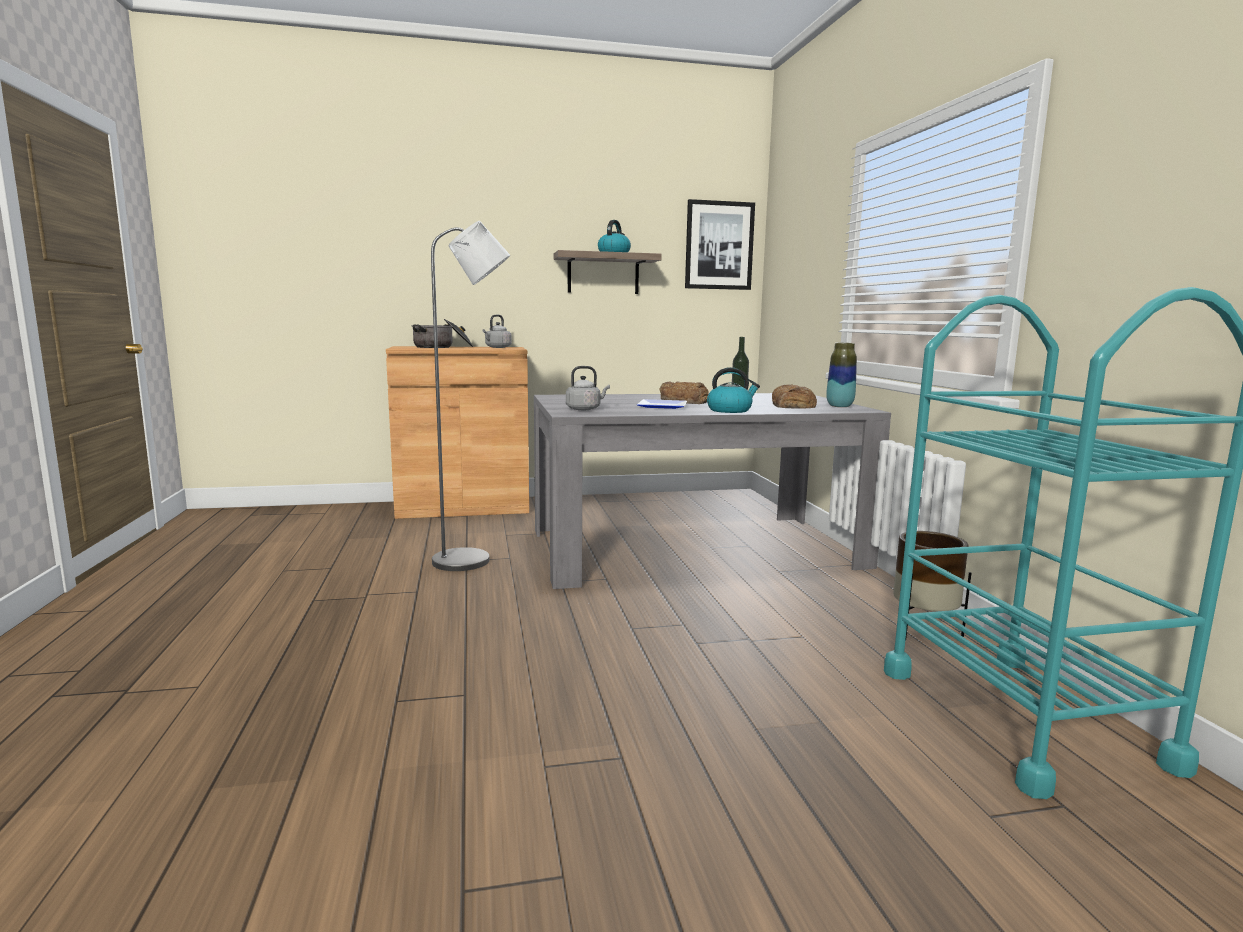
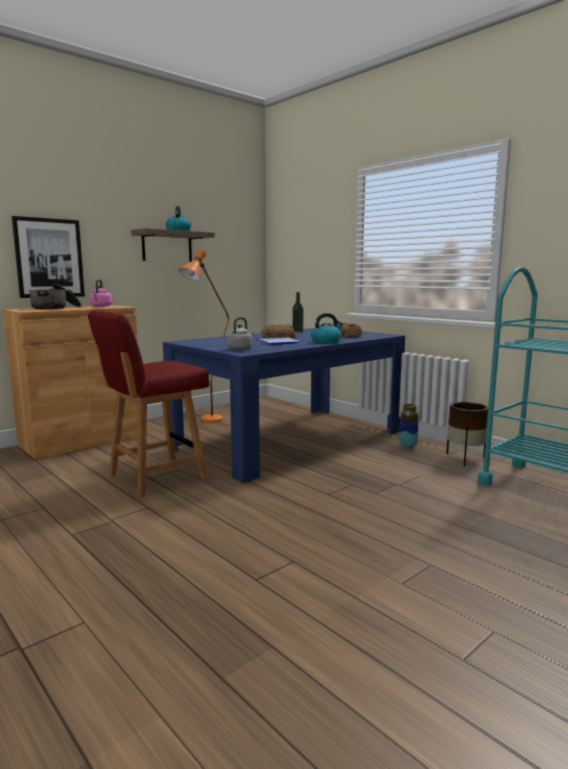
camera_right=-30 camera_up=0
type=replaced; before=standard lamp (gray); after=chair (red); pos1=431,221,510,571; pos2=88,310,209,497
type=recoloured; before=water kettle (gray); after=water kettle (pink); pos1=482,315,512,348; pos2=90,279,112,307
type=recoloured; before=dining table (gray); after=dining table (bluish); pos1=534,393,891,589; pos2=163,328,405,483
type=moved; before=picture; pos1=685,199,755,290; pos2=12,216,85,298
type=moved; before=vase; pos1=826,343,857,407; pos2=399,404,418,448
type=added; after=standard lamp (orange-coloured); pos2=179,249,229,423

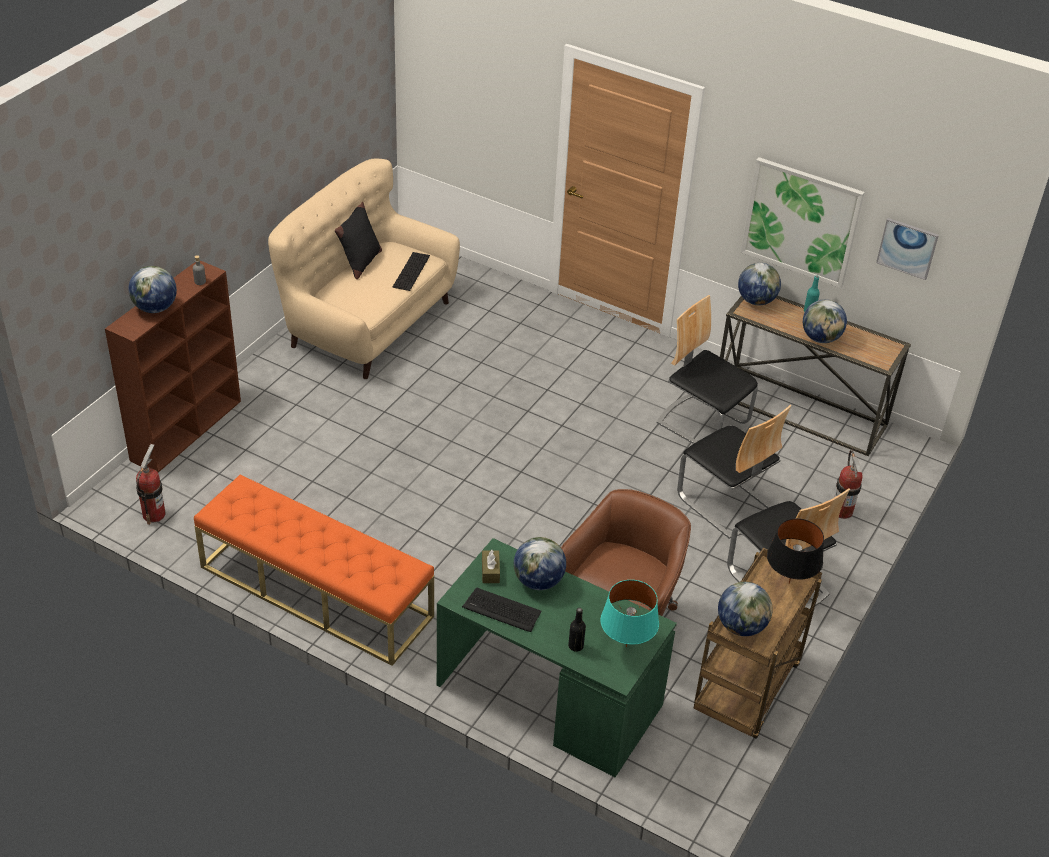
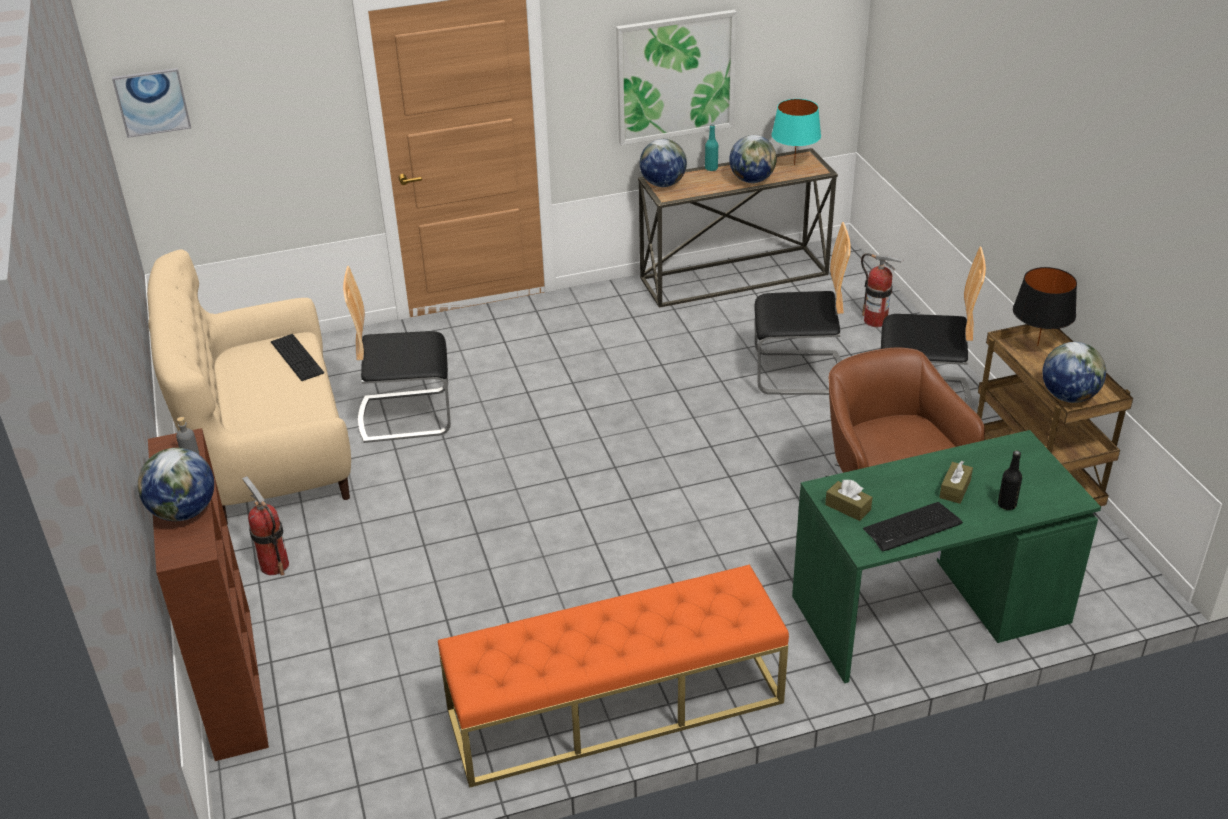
camera_right=-45 camera_up=-5
type=moved; before=fire extinguisher; pos1=136,444,165,525; pos2=242,476,289,575
type=removed; before=throw pillow (black); pos1=335,201,382,279
type=removed; before=desk globe; pos1=514,537,566,590
type=moved; before=lamp for a table (blue-green); pos1=600,580,659,647; pos2=772,99,821,165
type=moved; before=chair; pos1=657,295,758,444; pos2=343,266,451,443
type=moved; before=picture; pos1=876,218,939,280; pos2=112,68,191,138
type=added; after=tissue holder (brown-coloured); pos2=939,461,973,504

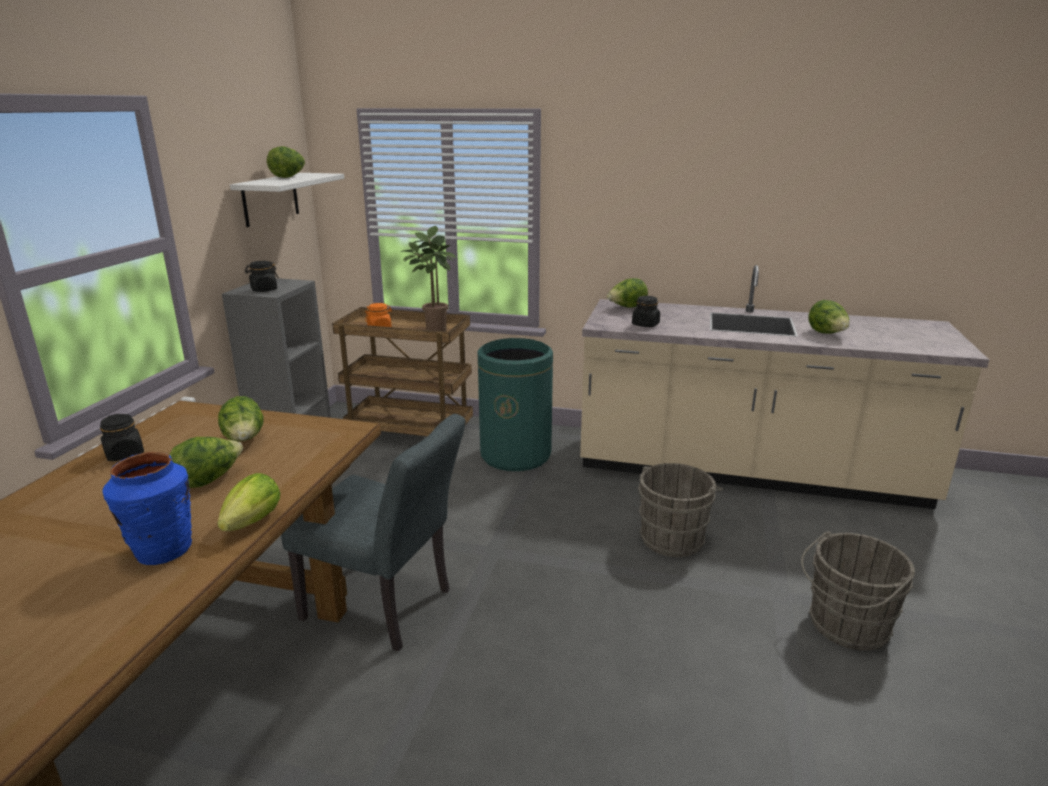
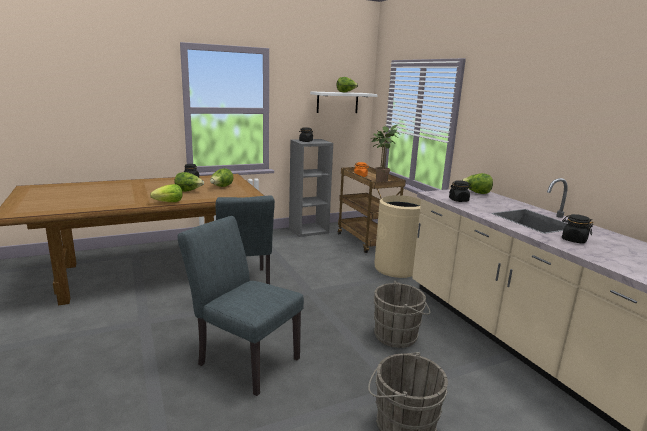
camera_right=50 camera_up=-5
type=removed; before=vase (bluish); pos1=103,452,192,565
type=recoloured; before=trash can (green); after=trash can (sand-coloured); pos1=478,338,553,471; pos2=374,195,422,278
type=replaced; before=lettuce; after=jar (black); pos1=808,300,849,334; pos2=562,214,594,244
type=added; after=chair (gray); pos2=178,216,304,396

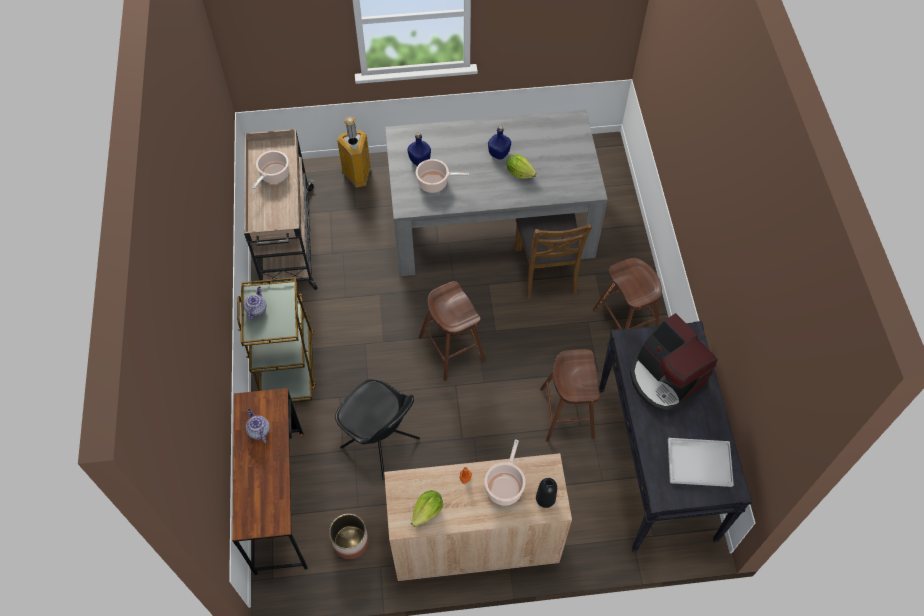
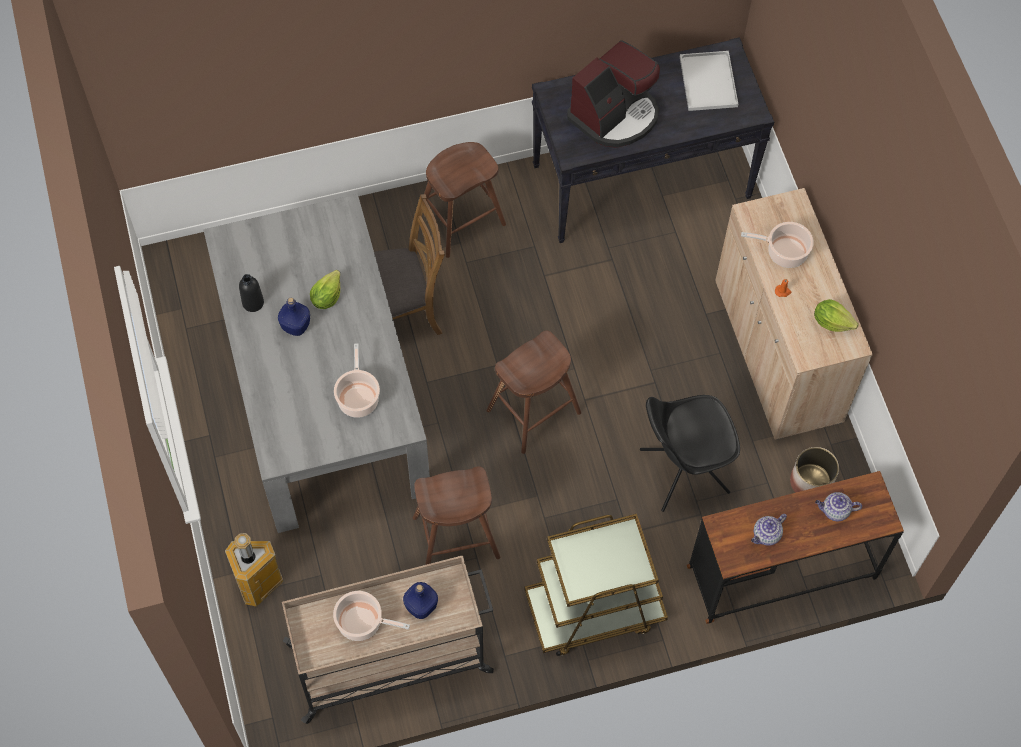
camera_right=-100 camera_up=5
type=moved; before=tea pot; pos1=244,287,266,321; pos2=815,492,862,521
type=turned; before=chair (black); pos1=335,379,420,480; pos2=640,395,740,512; turn=-135
type=moved; before=beverage bottle (bluish); pos1=408,133,431,166; pos2=403,582,438,619
type=moved; before=beverage bottle (black); pos1=536,478,557,508; pos2=239,274,264,312
type=moved; before=stool seat (brown-coloured); pos1=540,349,600,442; pos2=413,466,500,565

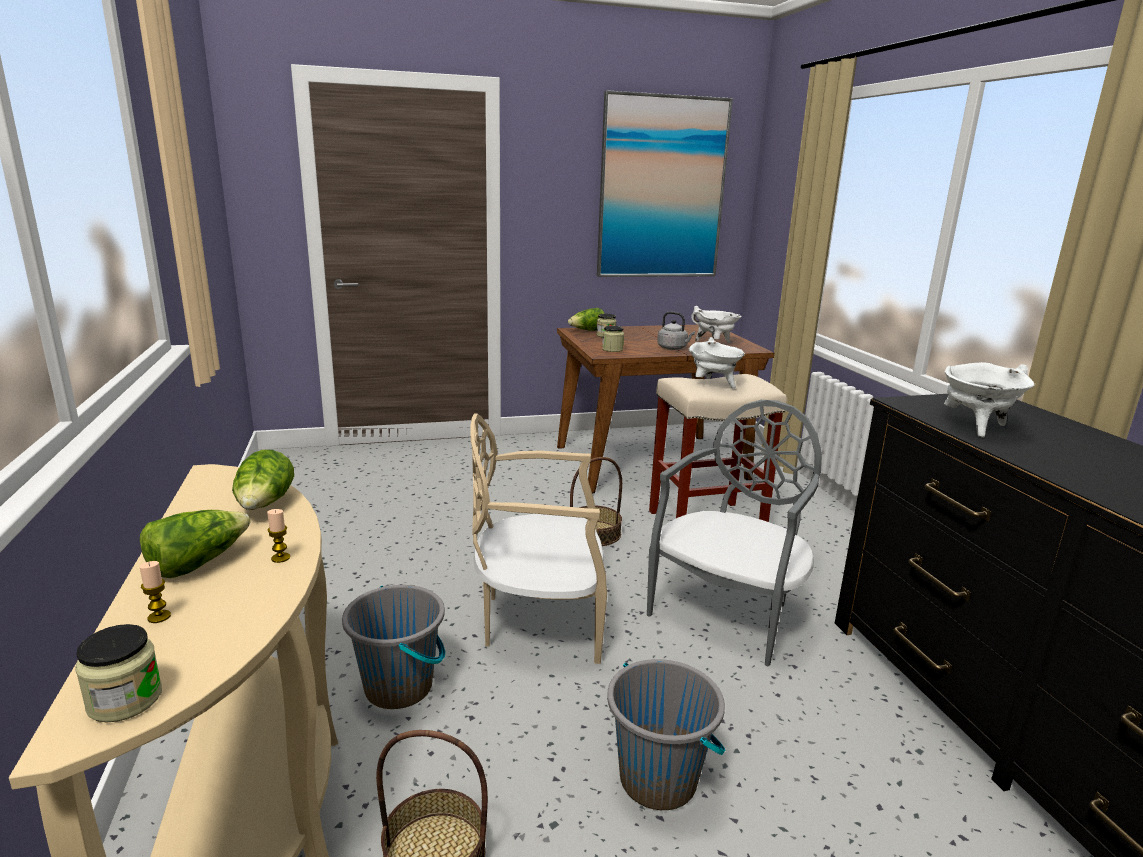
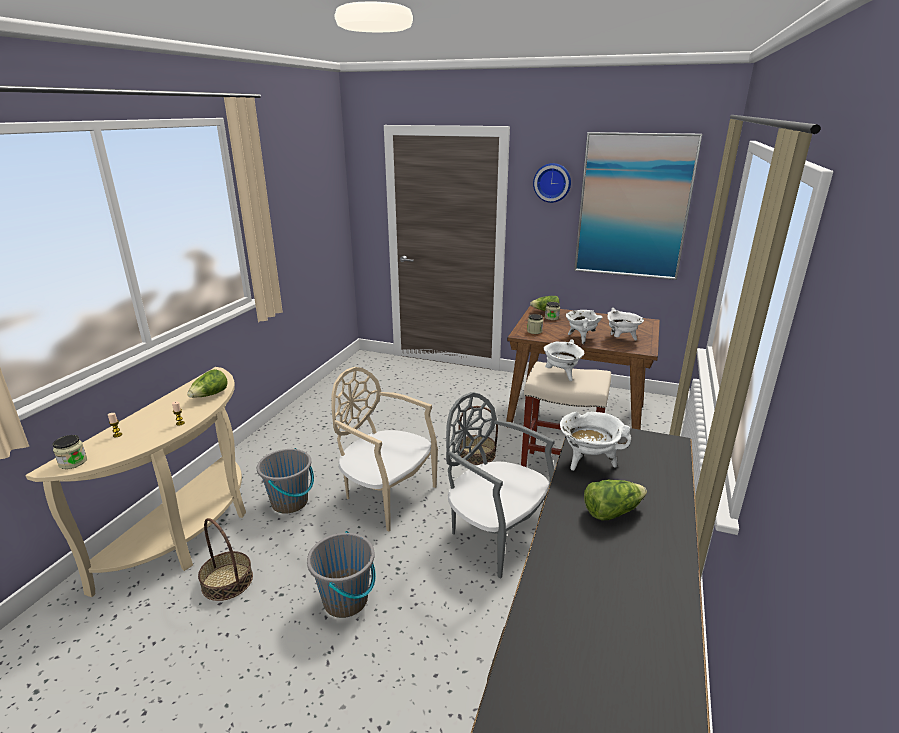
camera_right=35 camera_up=5
type=moved; before=lettuce; pos1=140,510,250,578; pos2=584,480,647,521
type=turned; before=chair (gray); pos1=647,400,822,666; pos2=446,392,555,578; turn=-120
type=replaced; before=water kettle (gray); after=stockpot (whitish); pos1=657,311,695,350; pos2=566,310,603,344
type=added; after=clock on the wall; pos2=533,163,571,203

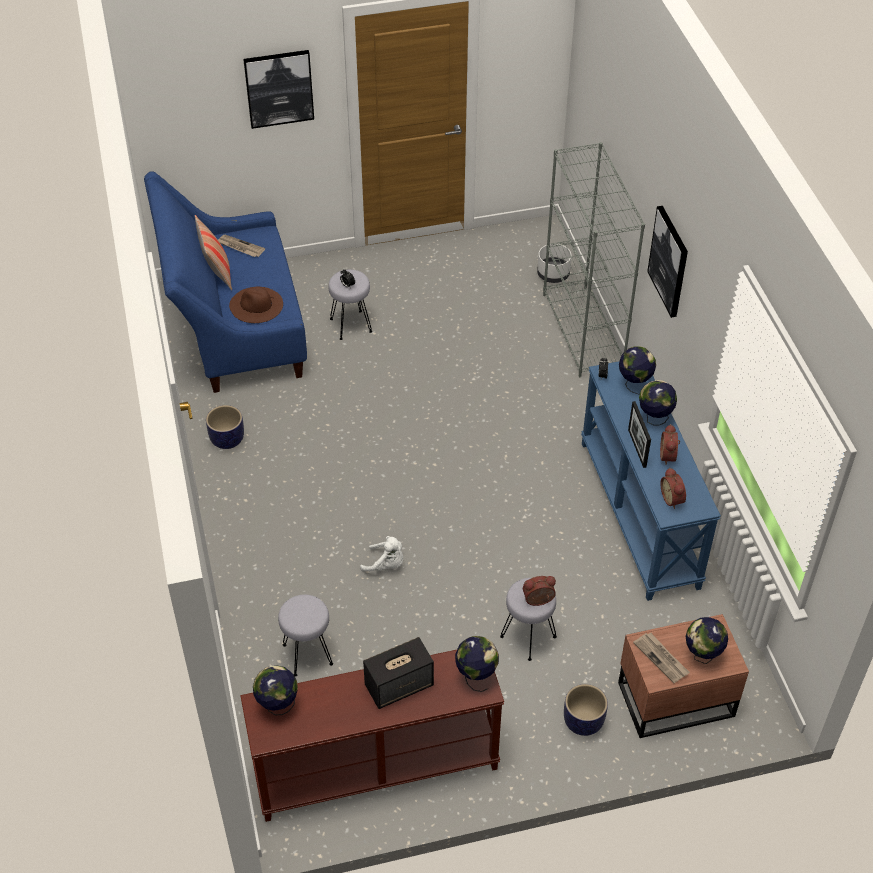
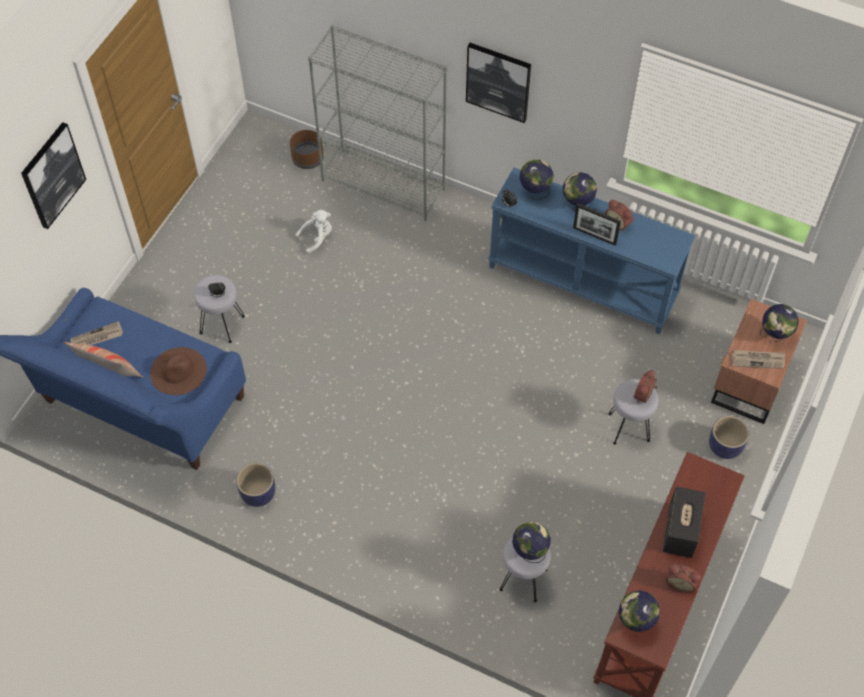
camera_right=-50 camera_up=10
type=moved; before=soft toy (whitish); pos1=360,536,403,572; pos2=295,210,332,254
type=moved; before=desk globe; pos1=455,636,499,692; pos2=512,521,551,563
type=recoloured; before=planter (whitish); after=planter (brown-coloured); pos1=537,244,571,283; pos2=290,130,324,169
type=moved; before=table clock; pos1=661,468,686,509; pos2=666,564,701,593

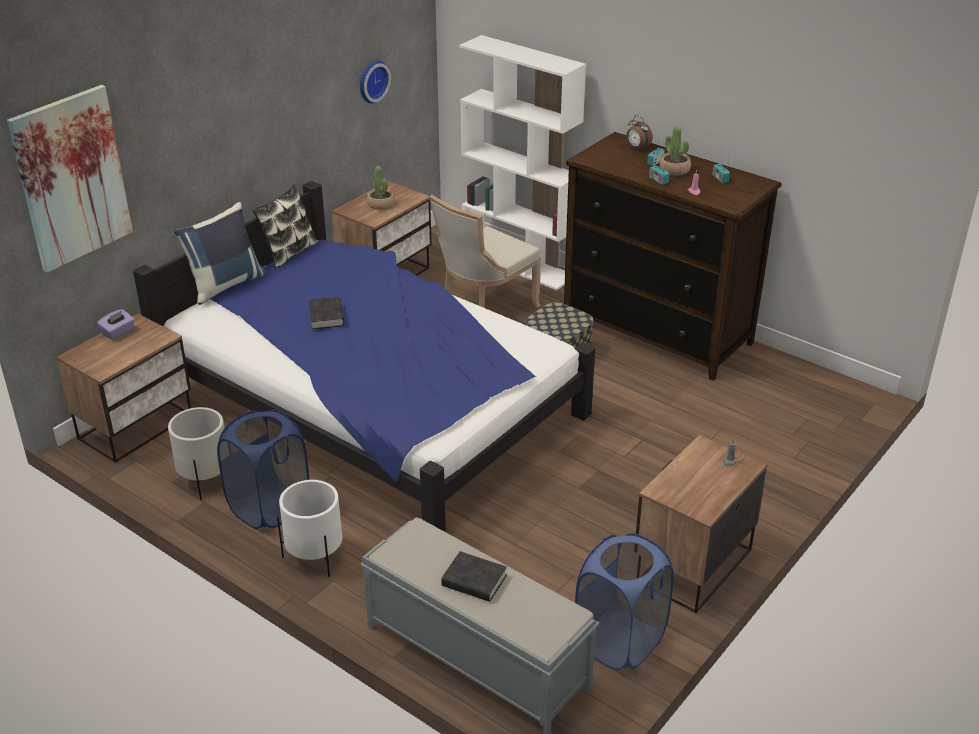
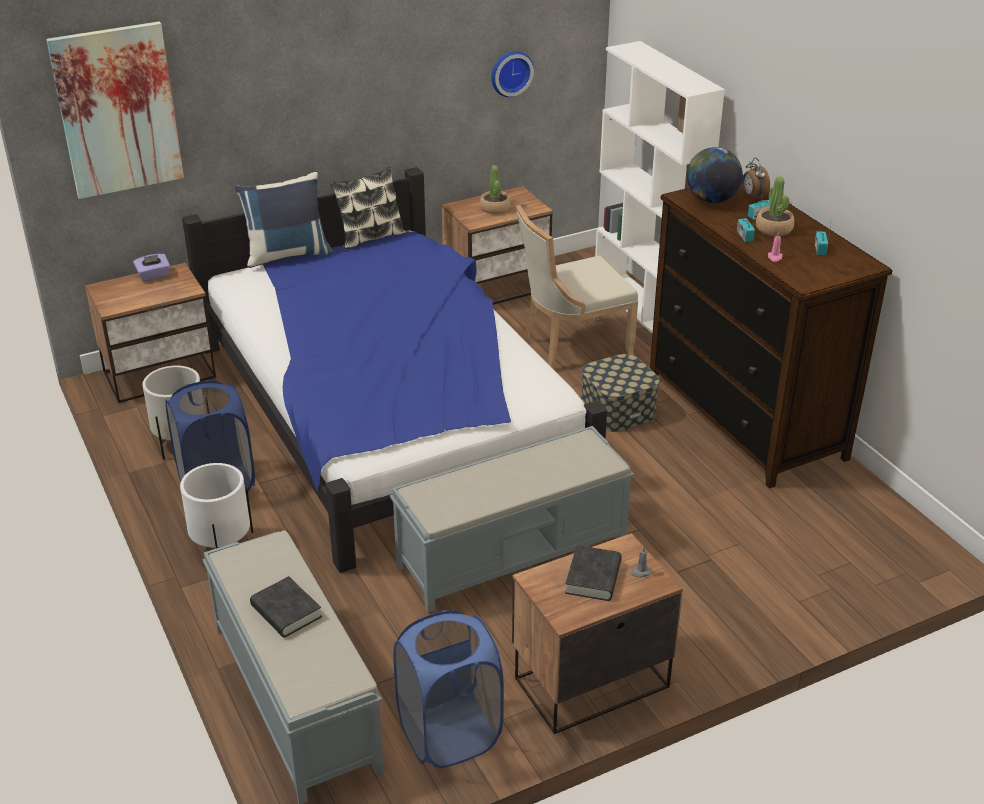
camera_right=25 camera_up=0
type=moved; before=volume (black); pos1=308,297,344,330; pos2=565,545,622,601
type=added; after=long seat (gray); pos2=390,426,634,613
type=added; after=desk globe; pos2=687,147,743,203

